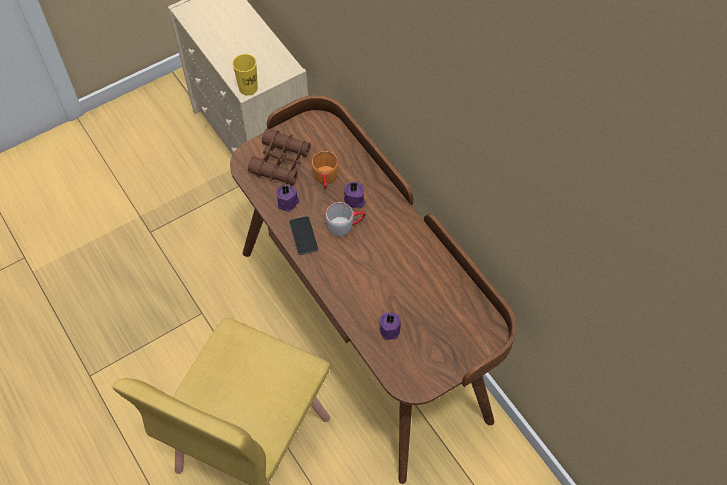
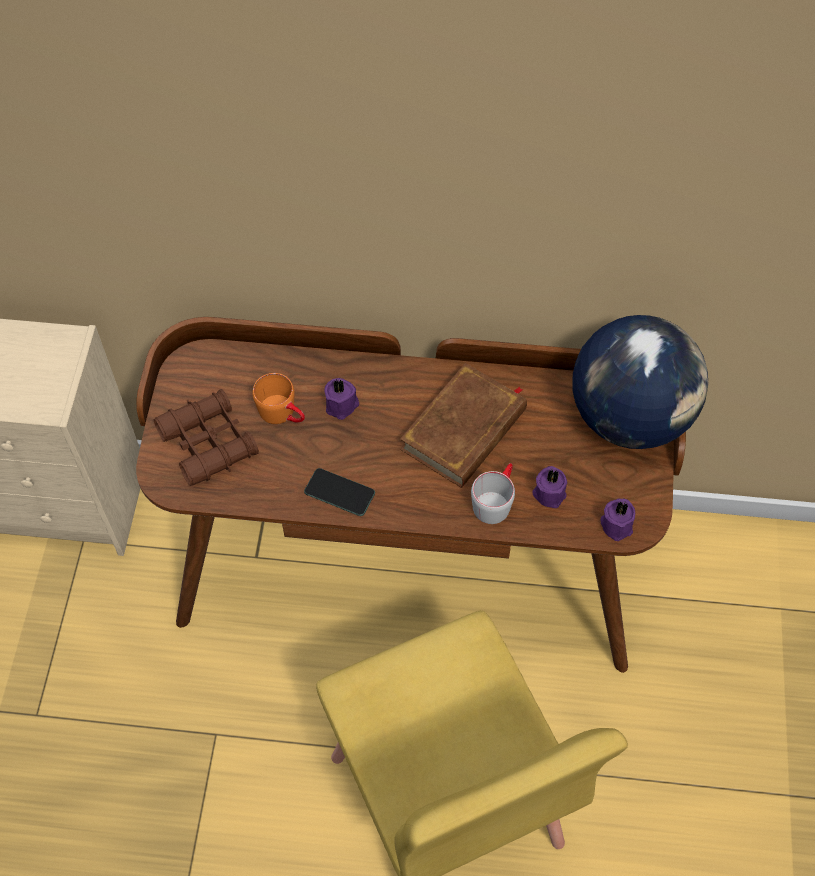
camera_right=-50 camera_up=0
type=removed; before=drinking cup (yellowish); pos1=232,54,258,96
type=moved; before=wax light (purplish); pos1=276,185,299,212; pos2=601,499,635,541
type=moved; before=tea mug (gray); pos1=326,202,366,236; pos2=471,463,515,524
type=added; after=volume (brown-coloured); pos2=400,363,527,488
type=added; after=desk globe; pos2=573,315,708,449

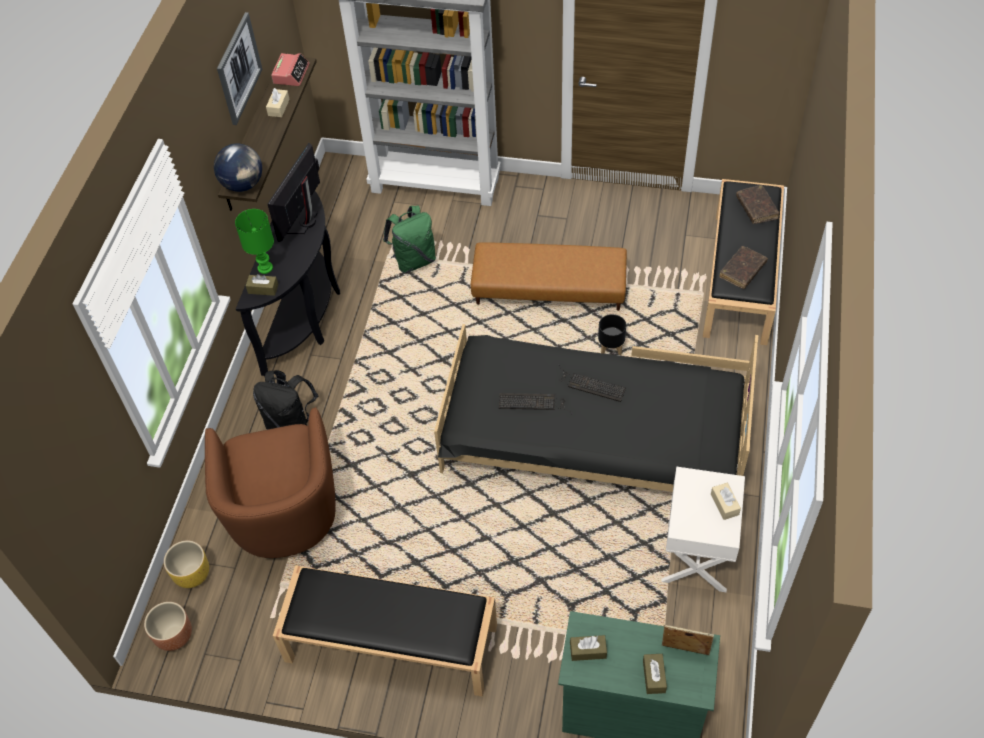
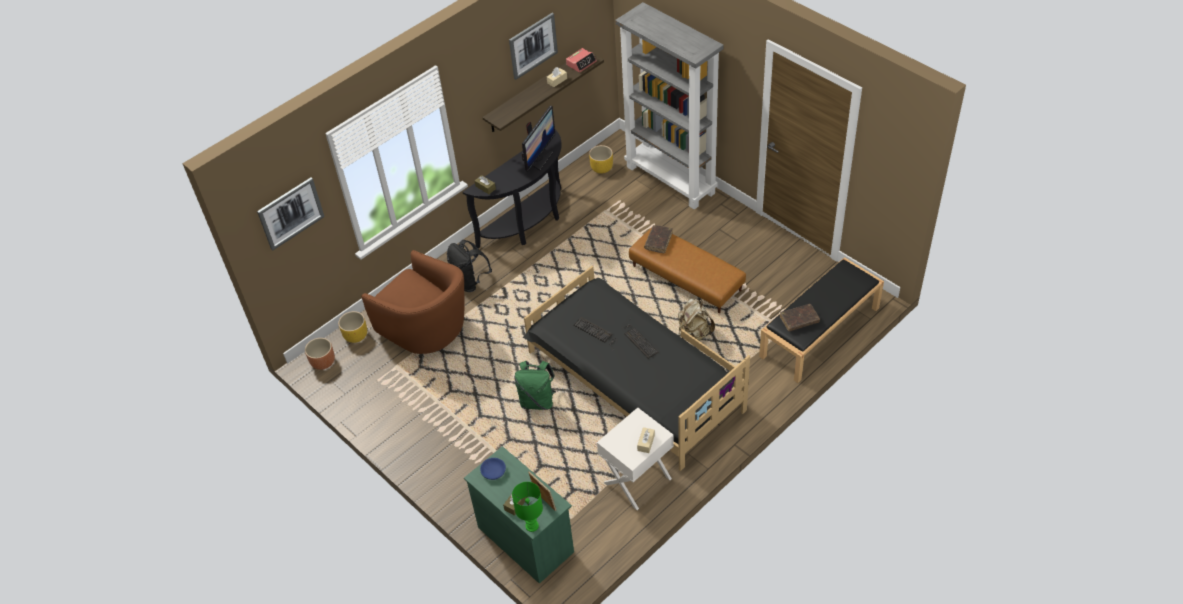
camera_right=35 camera_up=-5
type=turned; before=armchair (brown-coloured); pos1=205,407,336,558; pos2=361,250,464,354; turn=-75
type=removed; before=desk globe; pos1=214,143,262,192
type=moved; before=lamp for a table (green); pos1=235,209,274,274; pos2=512,482,543,532
type=turned; before=computer screen; pos1=268,143,320,242; pos2=522,106,555,172; turn=150
type=removed; before=long seat (black); pos1=273,565,497,697
type=moved; before=rucksack (green); pos1=383,206,436,273; pos2=514,361,556,410
type=replaced; before=tissue holder (brown-coloured); after=deep dish (bluish); pos1=570,635,607,661; pos2=480,458,506,480
type=replaced; before=planter (black); after=rucksack (sand-coloured); pos1=598,314,626,355; pos2=678,299,715,341
type=moved; before=volume (brown-coloured); pos1=736,185,779,224; pos2=644,225,673,253
type=added; after=picture; pos2=257,178,325,251
type=added; after=planter (yellowish); pos2=589,145,613,174

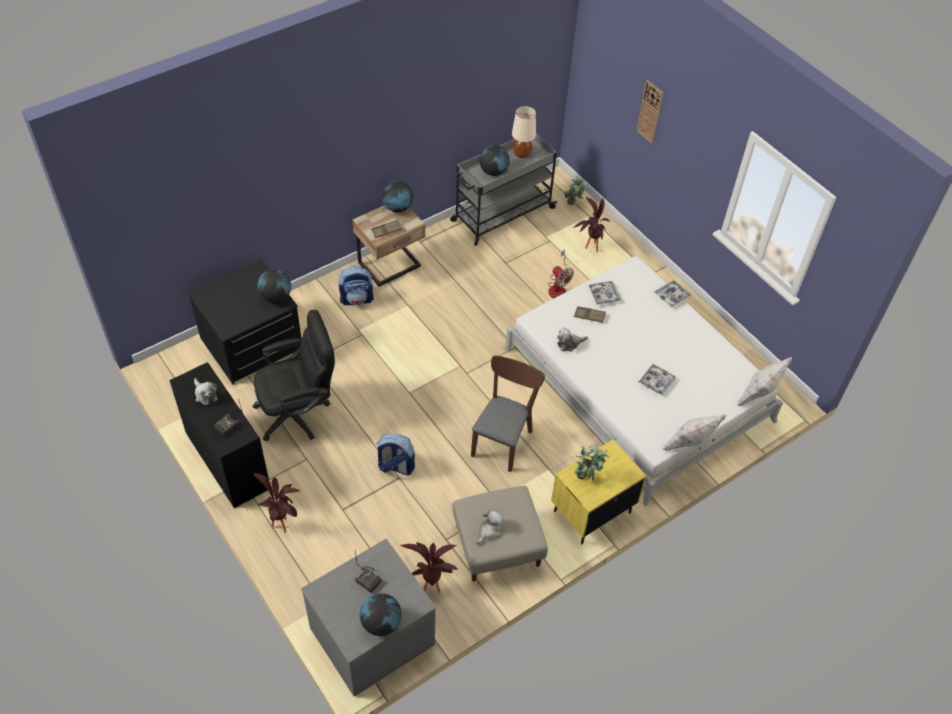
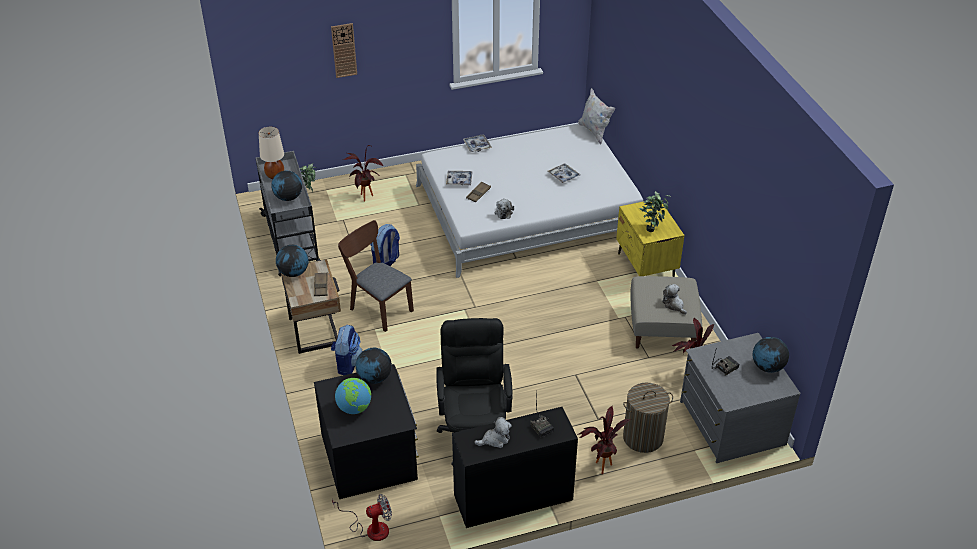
camera_right=-70 camera_up=-10
type=moved; before=rucksack; pos1=376,434,415,475; pos2=370,224,400,266
type=moved; before=chair (brown-coloured); pos1=471,356,545,472; pos2=338,220,414,332
type=moved; before=electric fan; pos1=548,250,573,298; pos2=332,494,392,541
type=removed; before=throw pillow (whitish); pos1=662,414,727,451
type=added; after=desk globe; pos2=335,378,371,414
type=added; after=laundry basket; pos2=623,383,673,453

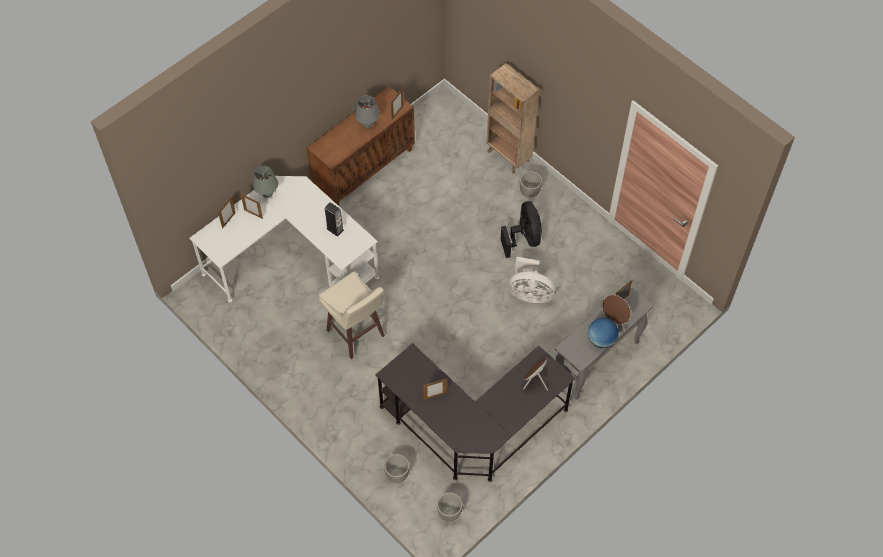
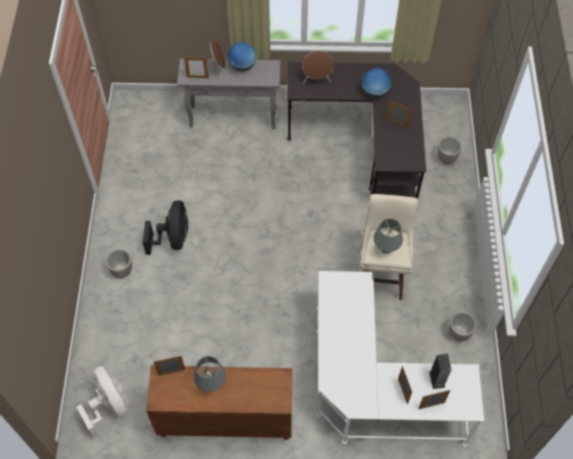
camera_right=-135 camera_up=0
type=moved; before=lamp for a table (gray); pos1=253,166,278,198; pos2=373,218,403,254
type=moved; before=speaker; pos1=325,202,344,237; pos2=429,354,452,389
type=moved; before=planter; pos1=437,492,463,522; pos2=449,312,476,341
type=removed; before=bookshelf (brown-coloured); pos1=487,63,539,174
type=turned; before=electric fan (black); pos1=501,201,542,258; pos2=142,200,188,255; turn=150
type=moved; before=electric fan (whitish); pos1=509,257,556,303; pos2=77,366,128,438
type=added; after=desk globe; pos2=362,68,391,98

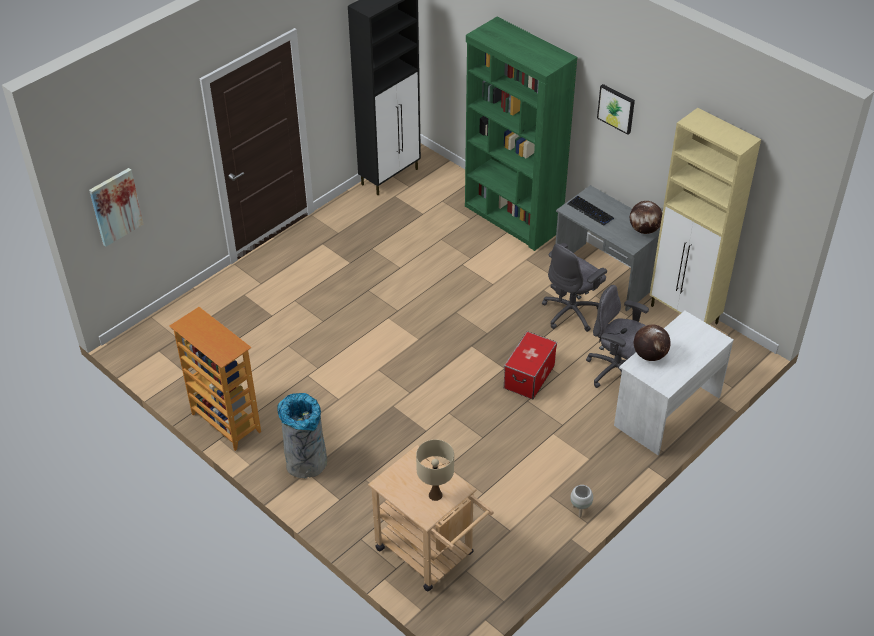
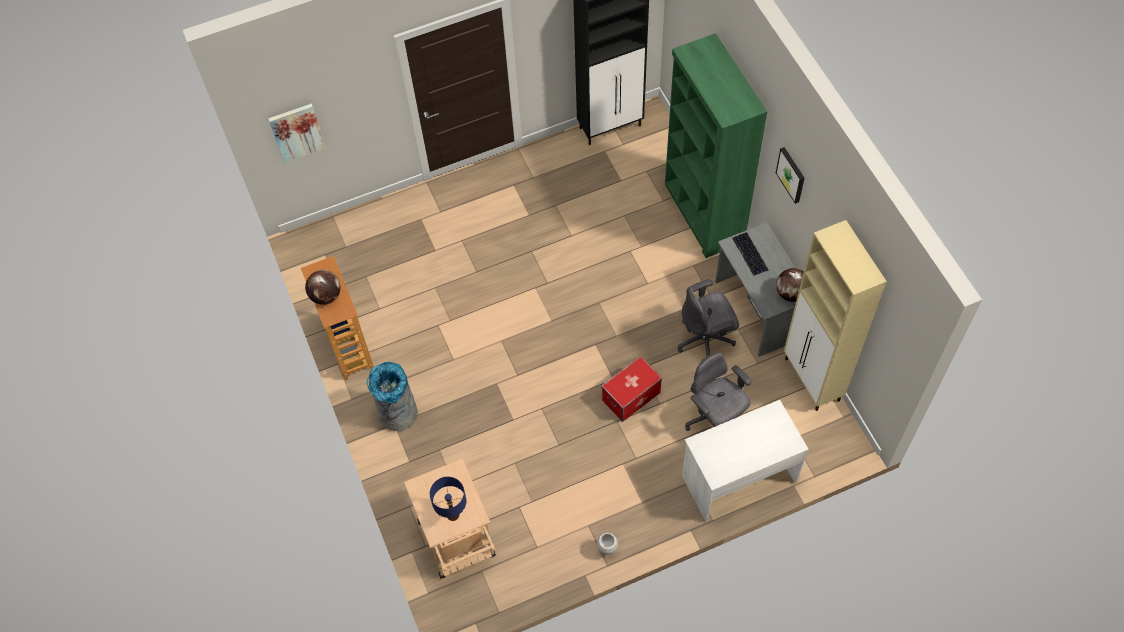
camera_right=25 camera_up=15
type=recoloured; before=lamp for a table (sand-coloured); after=lamp for a table (bluish); pos1=416,440,454,501; pos2=430,477,466,521
type=moved; before=desk globe; pos1=633,324,671,361; pos2=305,270,340,305

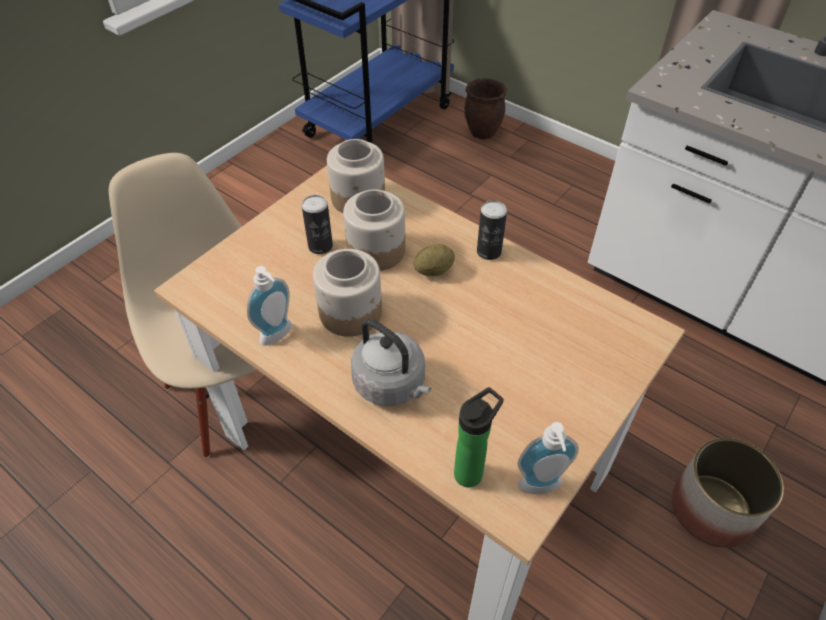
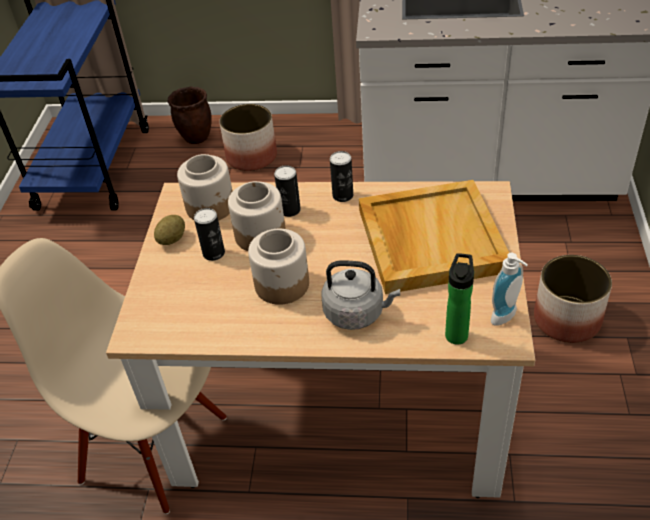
camera_right=-30 camera_up=-5
type=removed; before=soap dispenser; pos1=247,266,292,345
type=moved; before=whole potato; pos1=414,244,455,276; pos2=154,215,185,245
type=added; after=planter; pos2=220,104,277,171
type=added; after=sealed can; pos2=274,165,301,217
type=added; after=carrying tray (sand-coloured); pos2=359,180,509,294

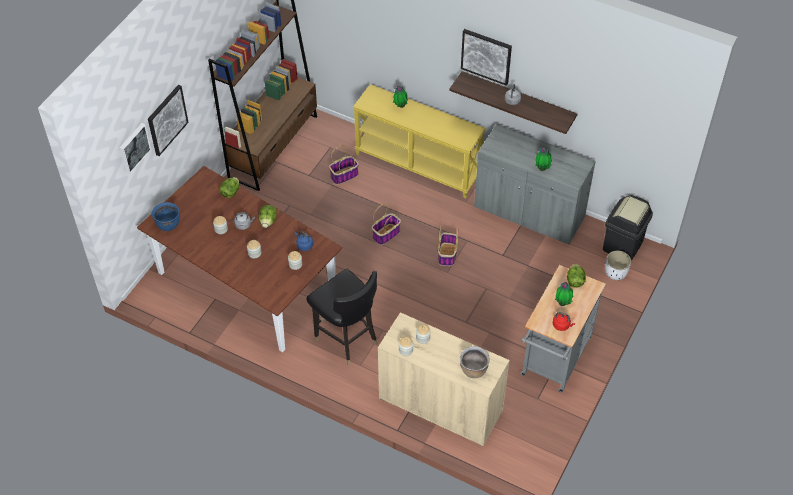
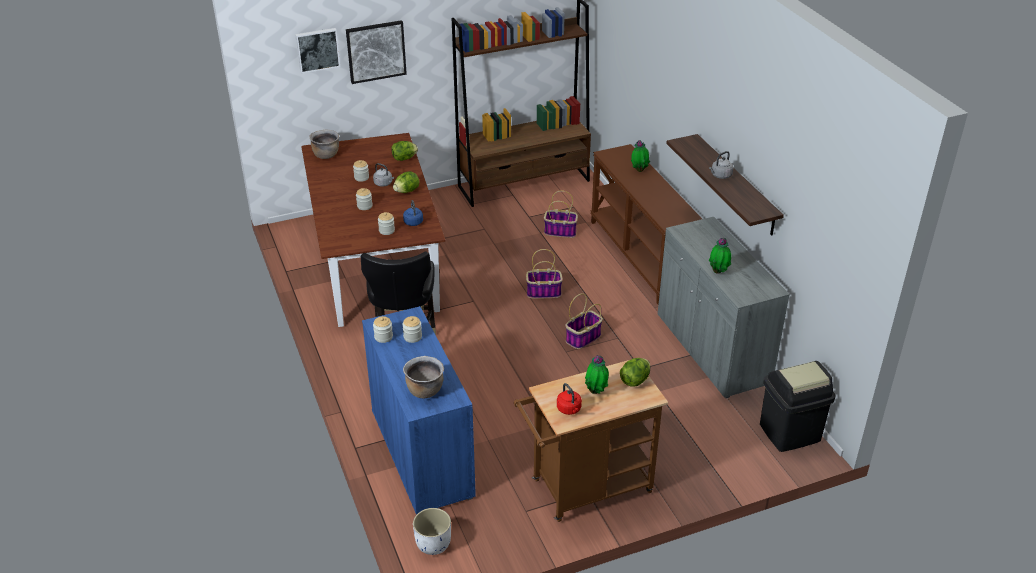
camera_right=40 camera_up=-15
type=recoloured; before=stockpot (bluish); after=stockpot (brown-coloured); pos1=152,202,180,231; pos2=309,130,339,159
type=recoloured; before=hall table (yellowish); after=hall table (brown-coloured); pos1=353,84,485,198; pos2=591,144,702,305
type=recoloured; before=cupboard (sand-coloured); after=cupboard (bluish); pos1=378,312,510,446; pos2=362,306,476,514
type=removed; before=picture; pos1=461,29,512,86
type=recoloured; before=wheeled cart (gray); after=wheeled cart (brown-coloured); pos1=520,265,606,392; pos2=514,360,668,522
type=moved; before=planter (whitish); pos1=605,251,631,280; pos2=413,508,451,555

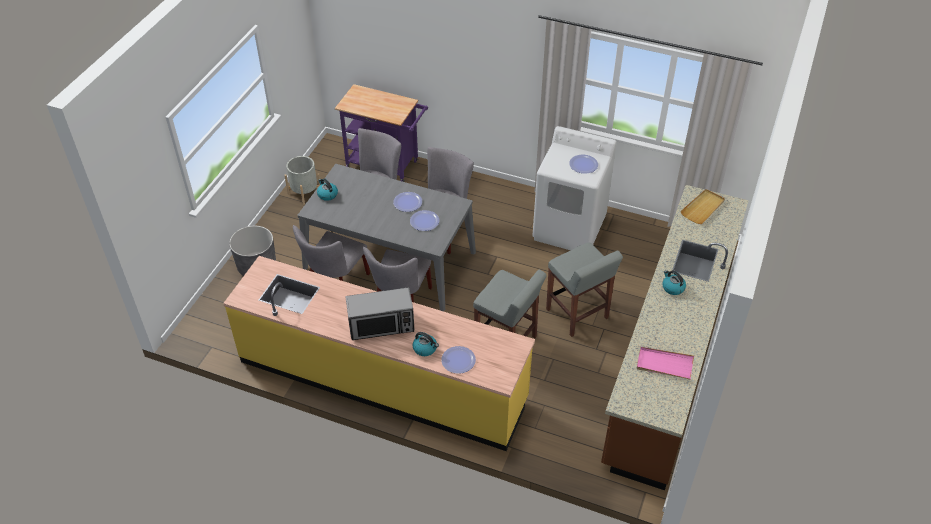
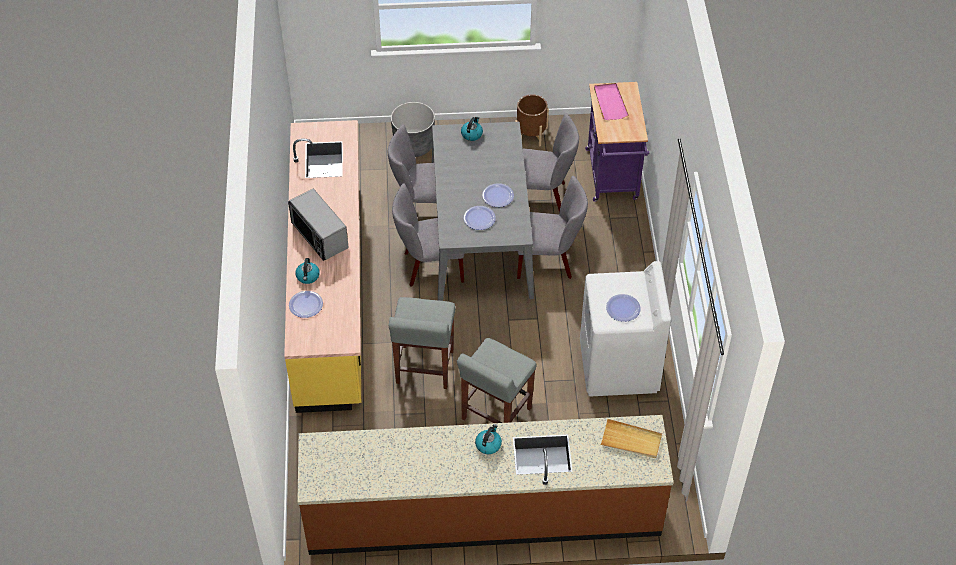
camera_right=65 camera_up=5
type=recoloured; before=planter (gray); after=planter (brown-coloured); pos1=284,156,320,205; pos2=515,94,549,147
type=moved; before=carrying tray (pink); pos1=637,347,694,380; pos2=594,83,629,120

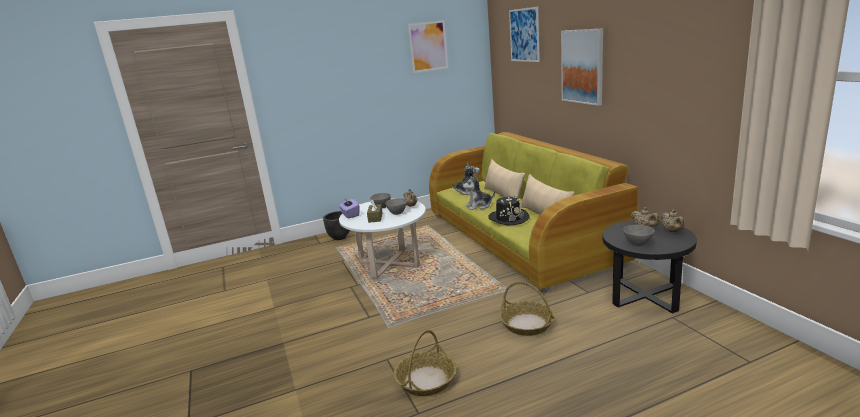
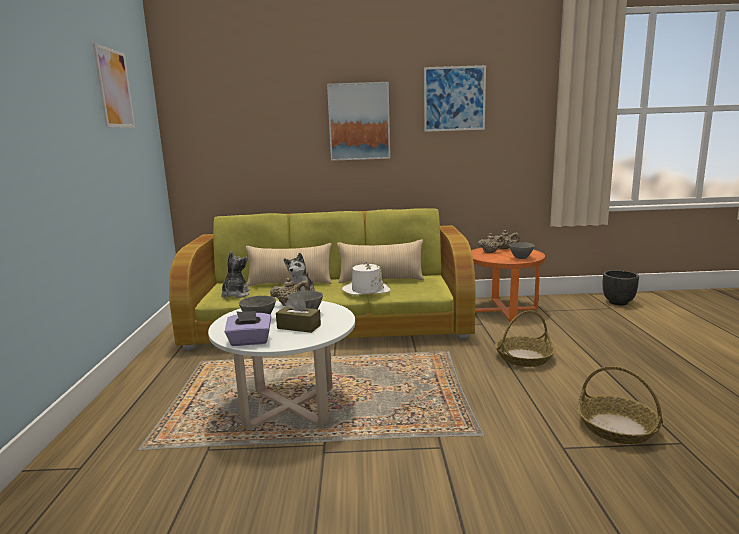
camera_right=-70 camera_up=-5
type=moved; before=planter (black); pos1=323,211,350,240; pos2=603,270,639,305
type=recoloured; before=hat (black); after=hat (whitish); pos1=488,196,530,226; pos2=342,262,391,295
type=moved; before=picture; pos1=509,7,540,62; pos2=424,65,486,132
type=recoloured; before=end table (black); after=end table (orange-coloured); pos1=602,220,697,314; pos2=471,248,545,322

